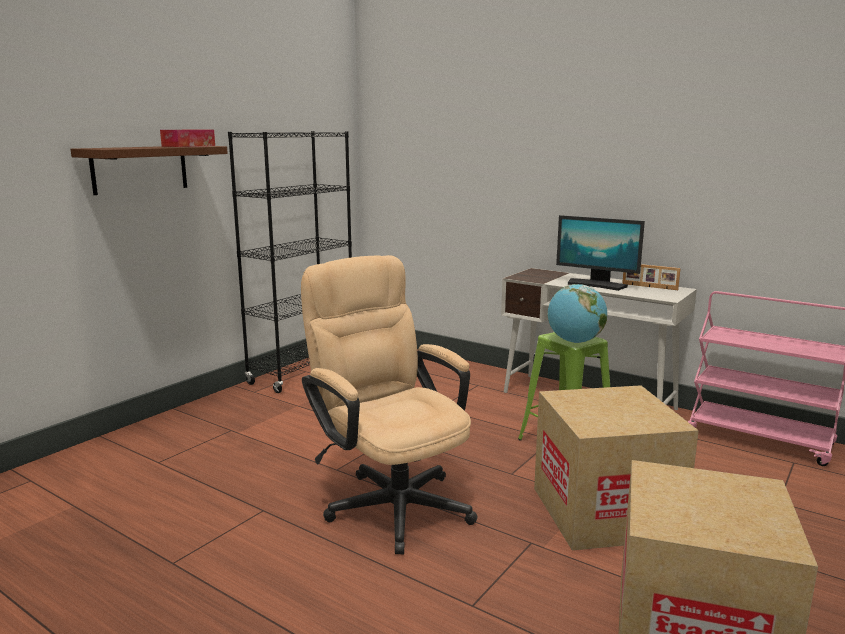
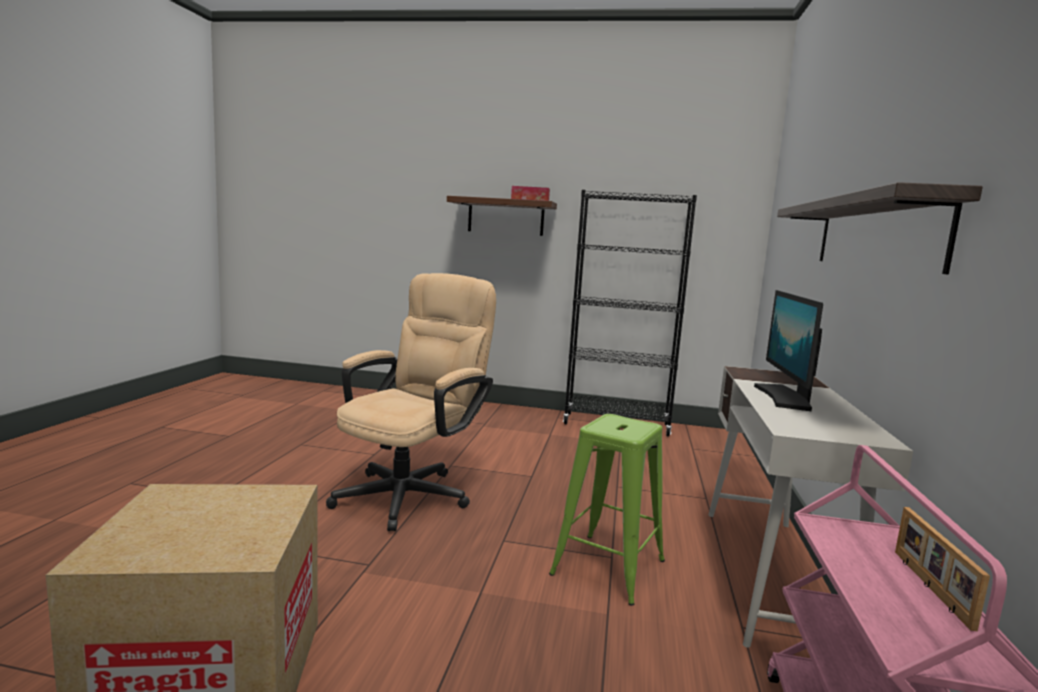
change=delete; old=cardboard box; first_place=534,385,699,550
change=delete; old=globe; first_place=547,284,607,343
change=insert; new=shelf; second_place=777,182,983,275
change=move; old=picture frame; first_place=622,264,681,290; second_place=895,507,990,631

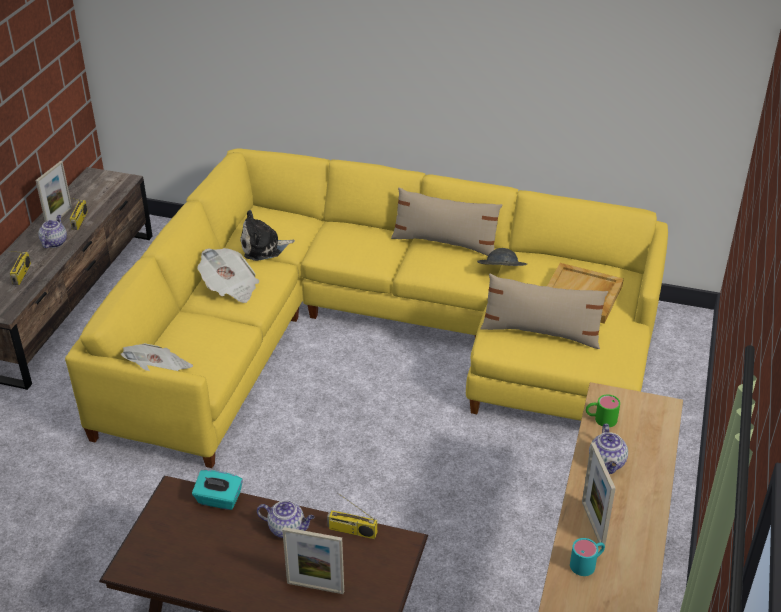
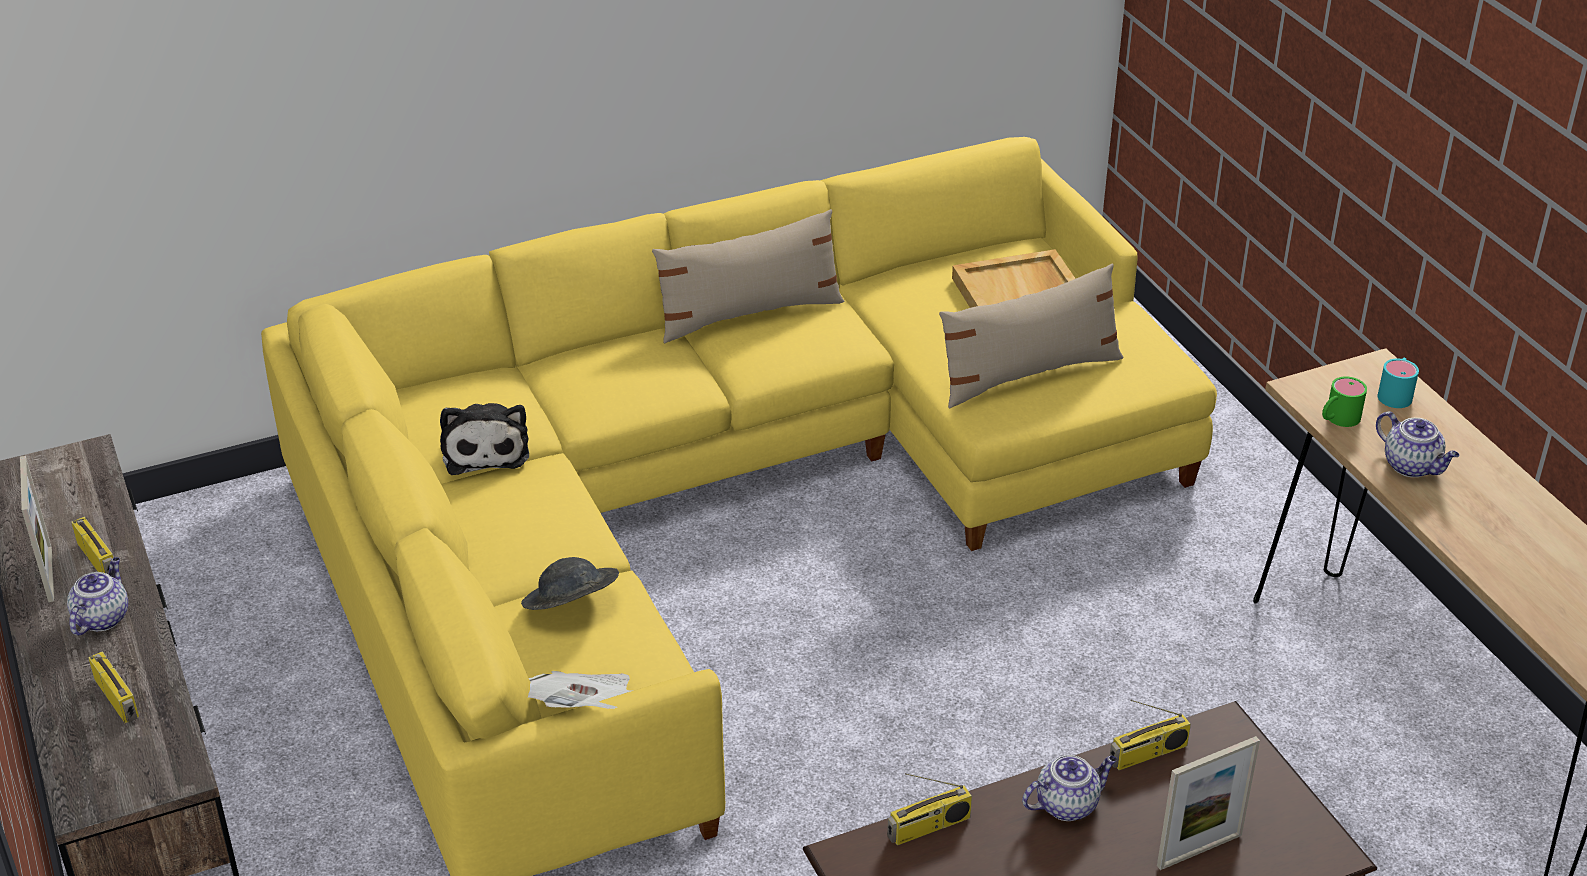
change=delete; old=newspaper; first_place=197,248,259,303
change=delete; old=picture frame; first_place=582,442,616,548
change=move; old=hat (grey); first_place=477,248,527,266; second_place=521,557,619,610
change=move; old=mug (turquoise); first_place=570,538,605,576; second_place=1378,358,1419,408
change=replace; old=tissue box (turquoise); new=radio; first_place=192,470,243,510; second_place=887,773,972,846
change=rotate; old=teapot; first_place=38,215,67,248; second_place=67,557,128,635; degrees=45
change=rotate; old=plush toy; first_place=240,210,295,261; second_place=440,403,529,475; degrees=-45

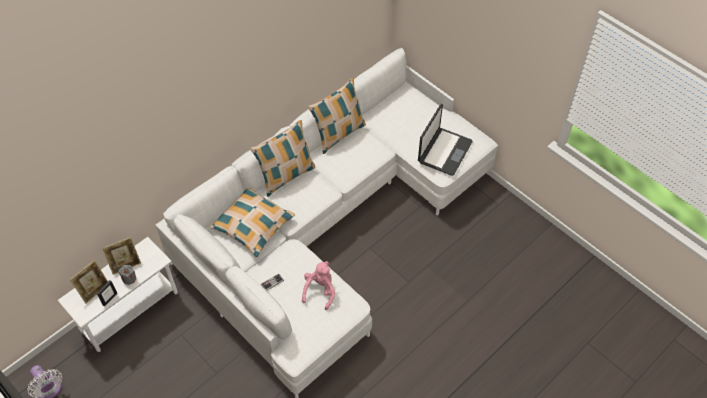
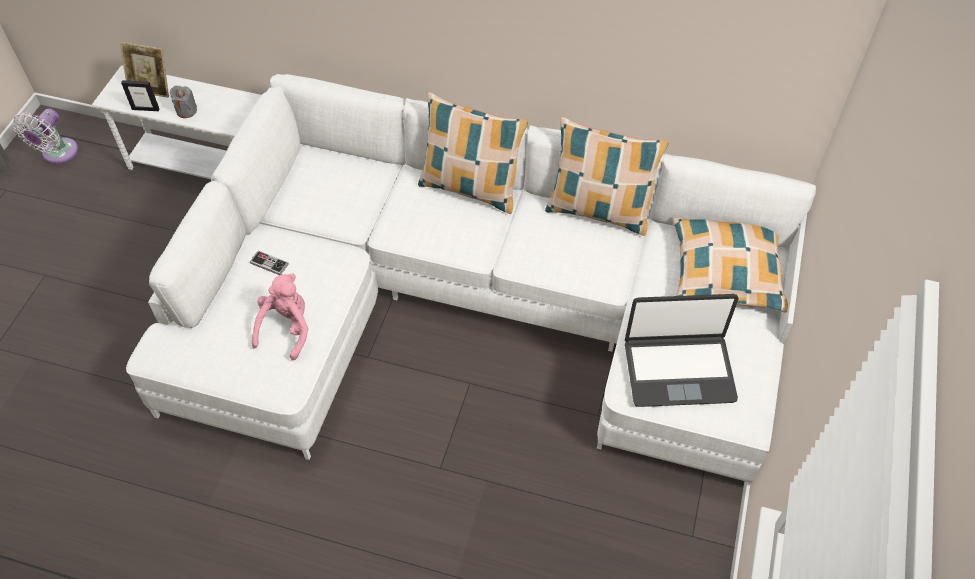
change=delete; old=picture frame; first_place=102,237,141,275
change=move; old=pillow; first_place=209,188,295,257; second_place=673,217,788,313
change=rotate; old=plush toy (pink); first_place=302,261,335,310; second_place=252,274,308,360; degrees=-60

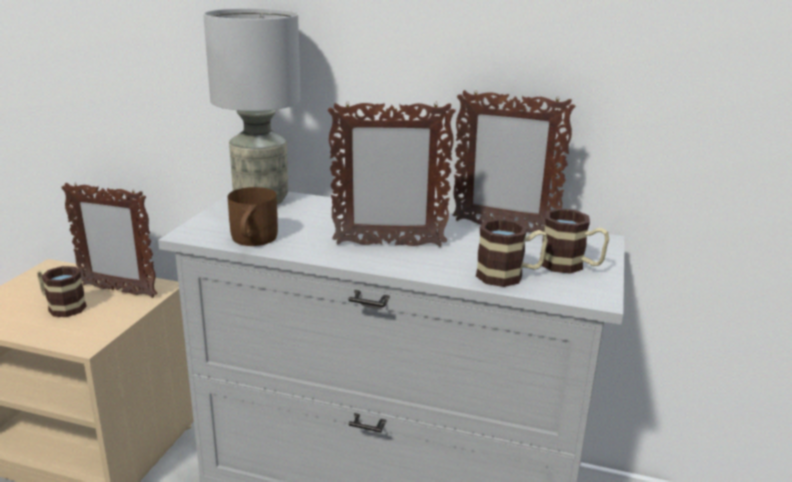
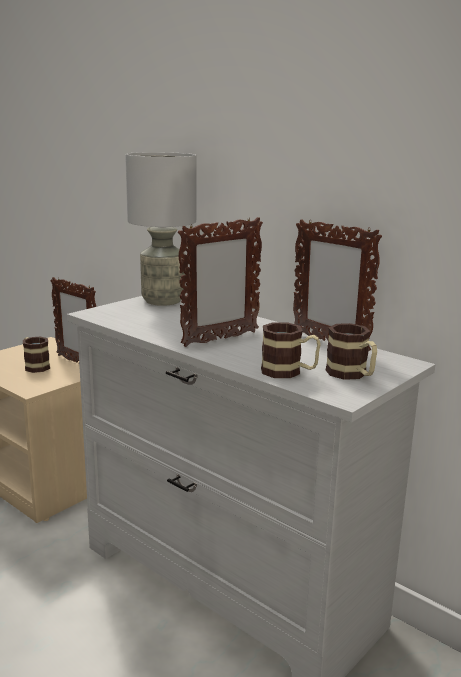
change=delete; old=mug (brown); first_place=228,187,278,246
change=rotate; old=picture frame; first_place=328,101,456,247; second_place=178,217,263,347; degrees=-60

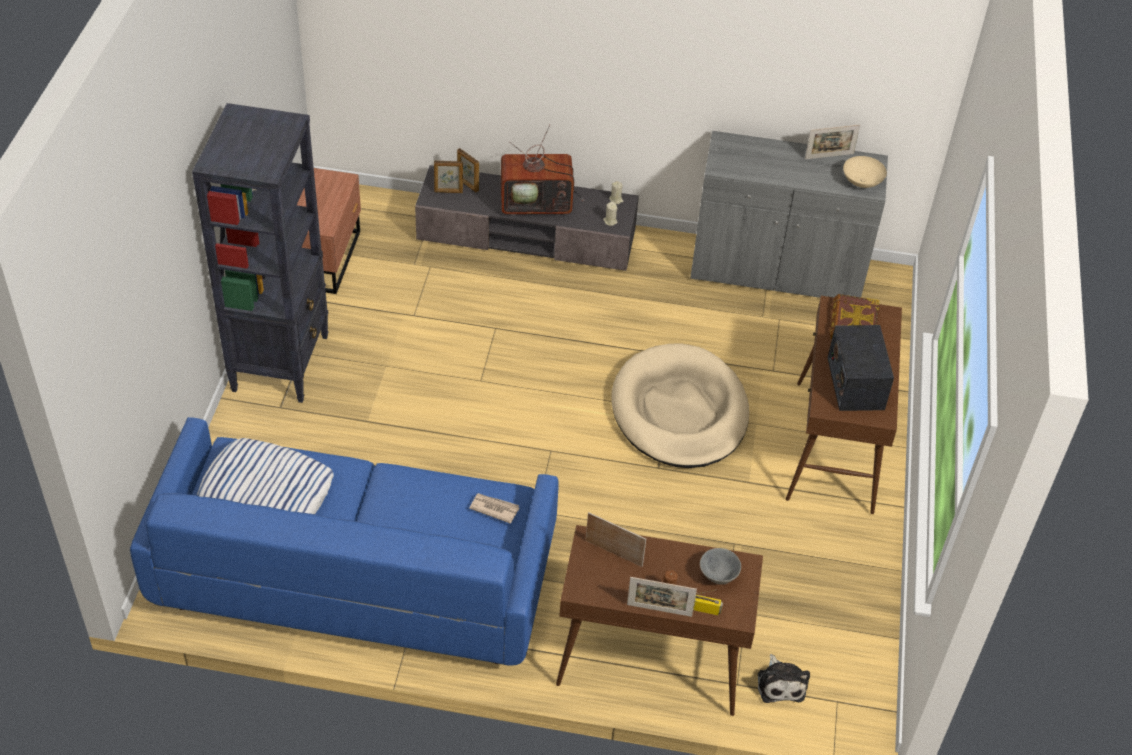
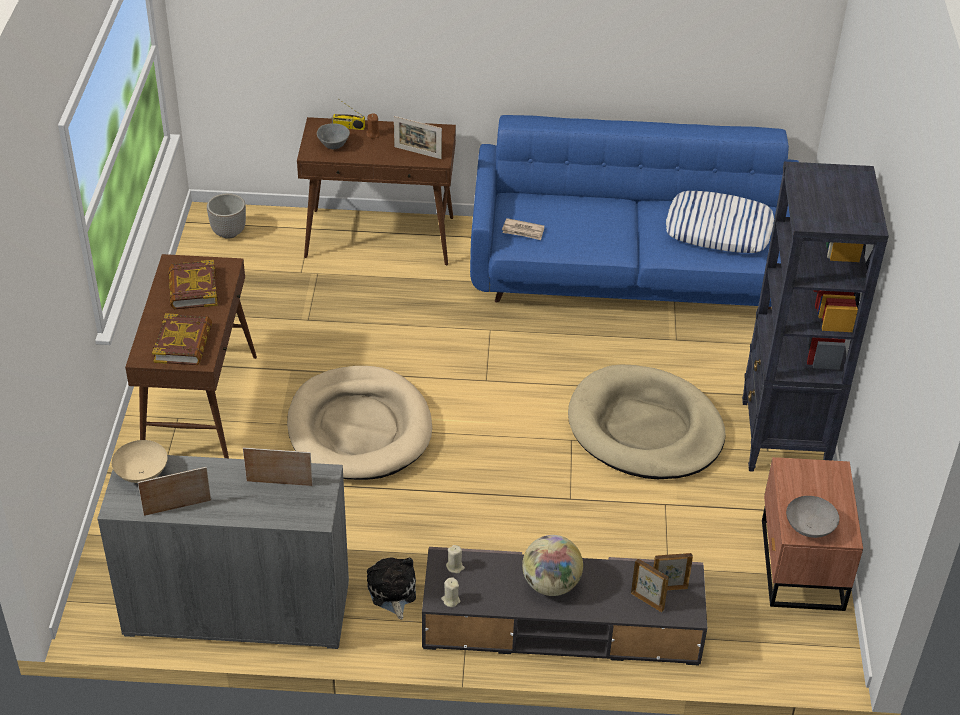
change=insert; new=planter; second_place=207,193,246,239
change=insert; new=dog bed (beige); second_place=568,365,726,479
change=insert; new=bowl (grey); second_place=786,496,839,538
change=move; old=picture frame; first_place=627,577,697,617; second_place=243,447,313,486
change=move; old=plush toy; first_place=758,654,810,703; second_place=367,557,416,619
change=replace; old=television; new=globe; first_place=501,124,584,215; second_place=522,535,583,596
change=replace; old=radio; new=book; first_place=827,325,894,411; second_place=168,260,218,309

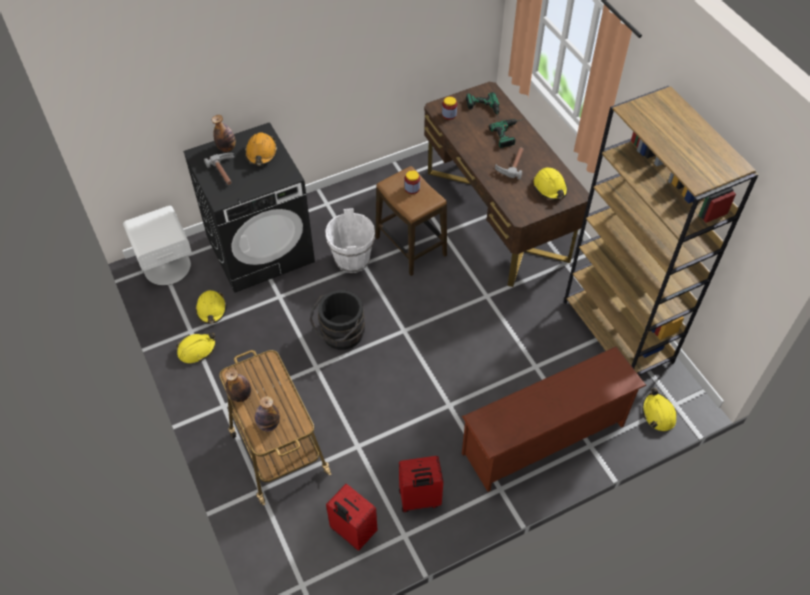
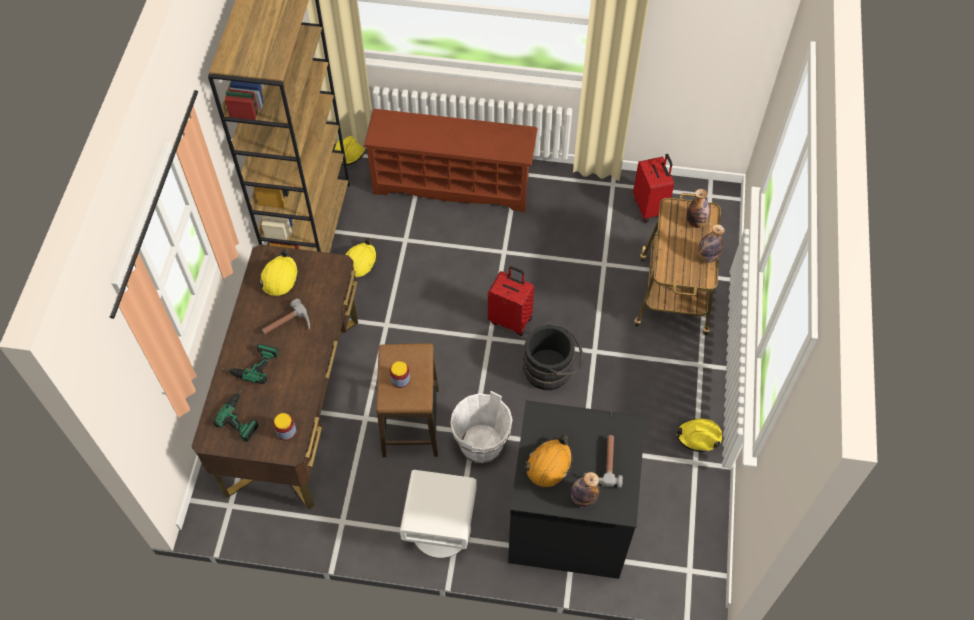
change=move; old=nightstand (white); first_place=123,206,192,285; second_place=400,470,477,558
change=move; old=hard hat (yellow); first_place=195,290,227,324; second_place=345,238,377,278
change=move; old=suitcase (red); first_place=399,456,443,512; second_place=488,266,534,336

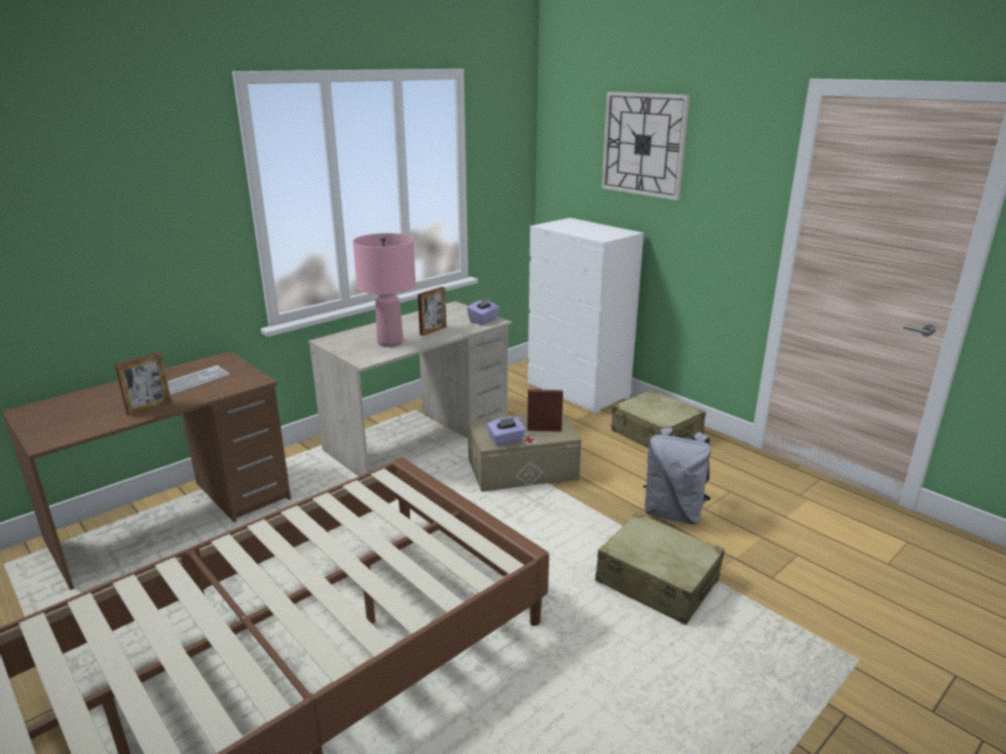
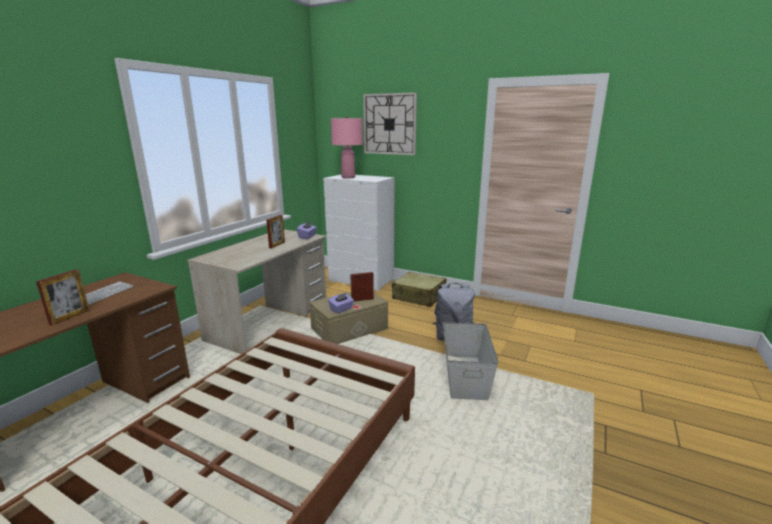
change=move; old=table lamp (pink); first_place=353,233,416,347; second_place=331,116,363,178
change=replace; old=suitcase (beige); new=storage box (grey); first_place=595,512,725,625; second_place=443,322,499,400

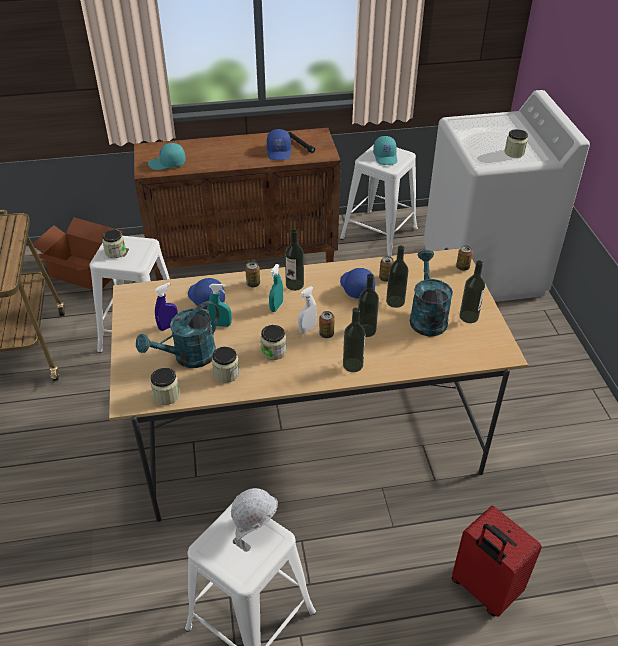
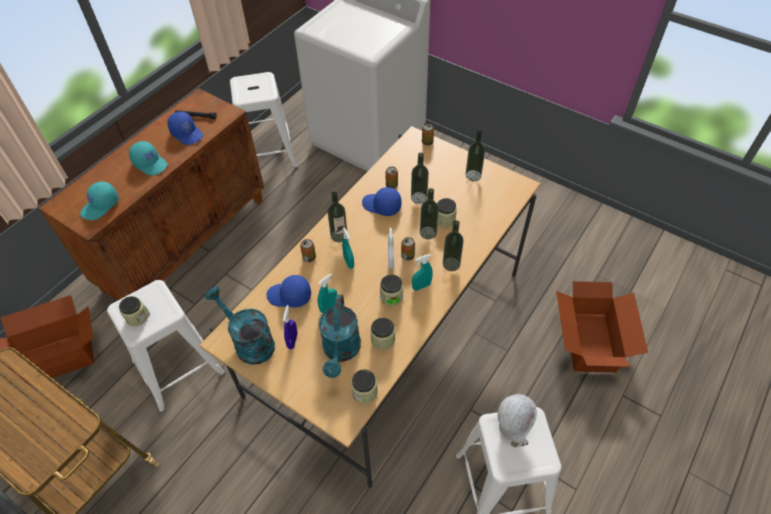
change=insert; new=spray bottle (turquoise); second_place=412,254,433,291
change=move; old=cap (turquoise); first_place=373,136,397,165; second_place=129,141,168,176
change=move; old=watering can (turquoise); first_place=410,250,453,337; second_place=205,286,275,365
change=move; old=jar; first_place=504,129,528,158; second_place=437,198,457,228
change=replace; old=suitcase (red); new=cardboard box; first_place=452,506,542,617; second_place=556,281,648,373

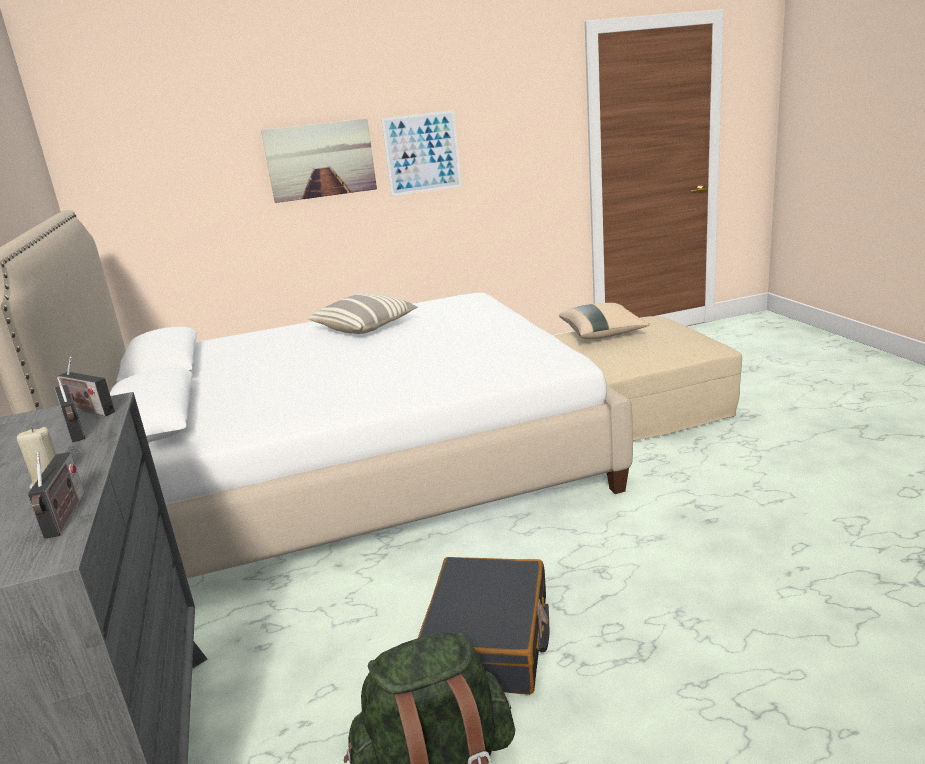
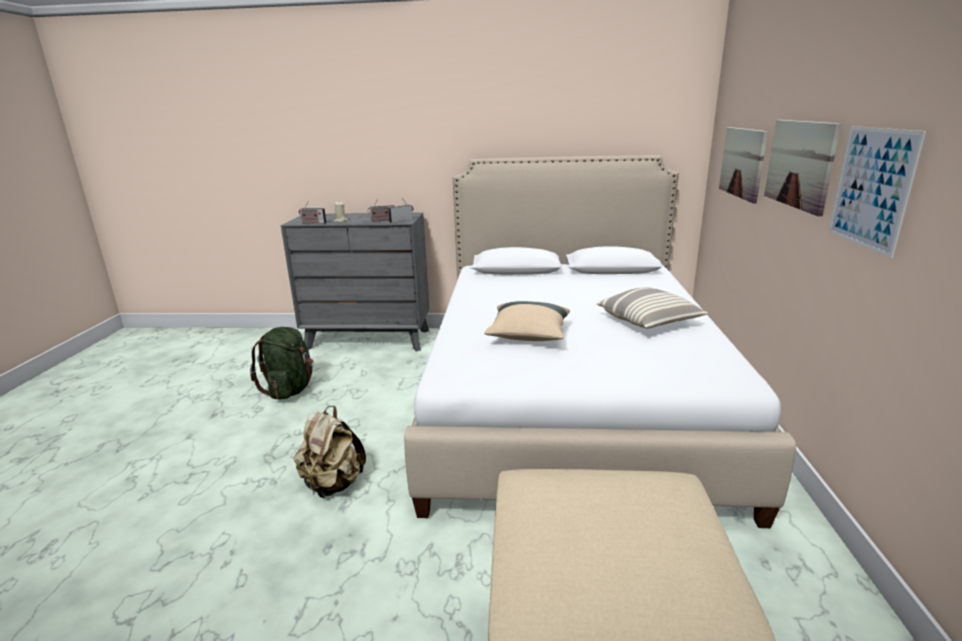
change=delete; old=suitcase (black); first_place=418,557,550,695
change=insert; new=backpack (beige); second_place=294,406,366,498
change=insert; new=picture; second_place=719,127,768,203
change=move; old=pillow (beige); first_place=559,303,650,339; second_place=484,301,570,341

